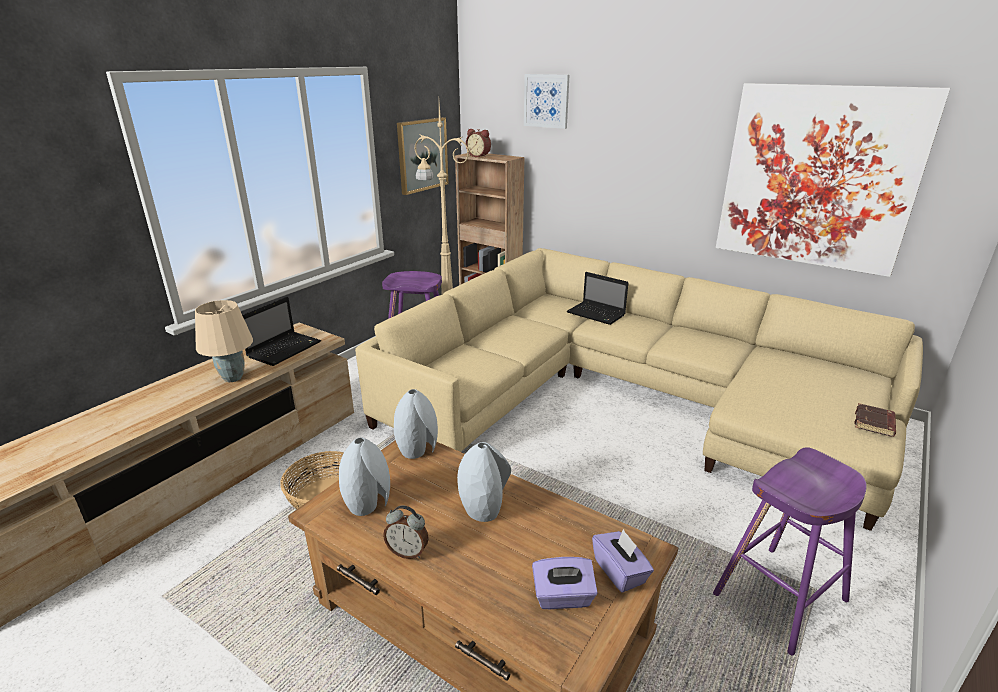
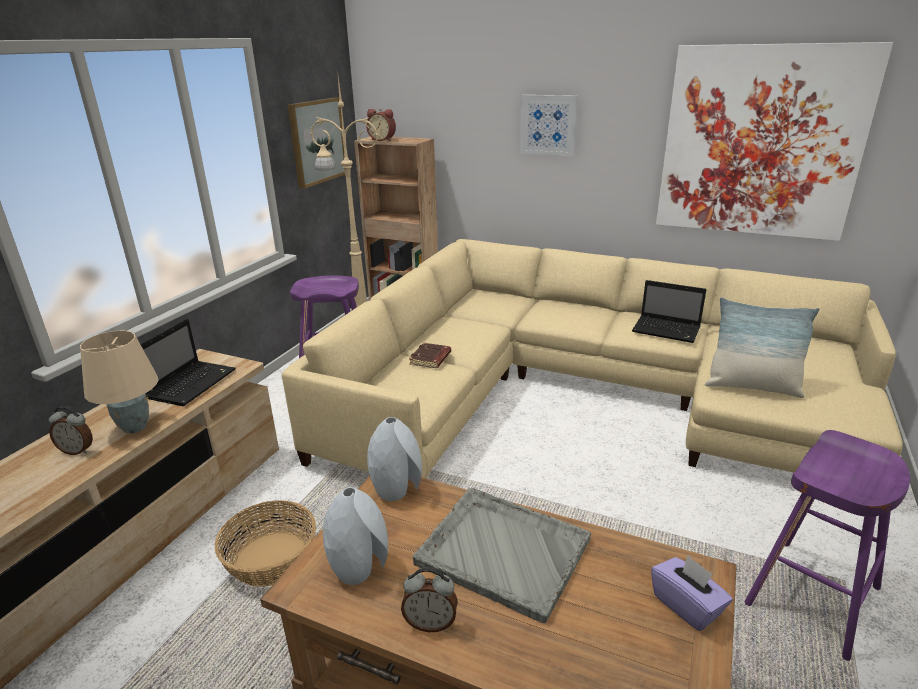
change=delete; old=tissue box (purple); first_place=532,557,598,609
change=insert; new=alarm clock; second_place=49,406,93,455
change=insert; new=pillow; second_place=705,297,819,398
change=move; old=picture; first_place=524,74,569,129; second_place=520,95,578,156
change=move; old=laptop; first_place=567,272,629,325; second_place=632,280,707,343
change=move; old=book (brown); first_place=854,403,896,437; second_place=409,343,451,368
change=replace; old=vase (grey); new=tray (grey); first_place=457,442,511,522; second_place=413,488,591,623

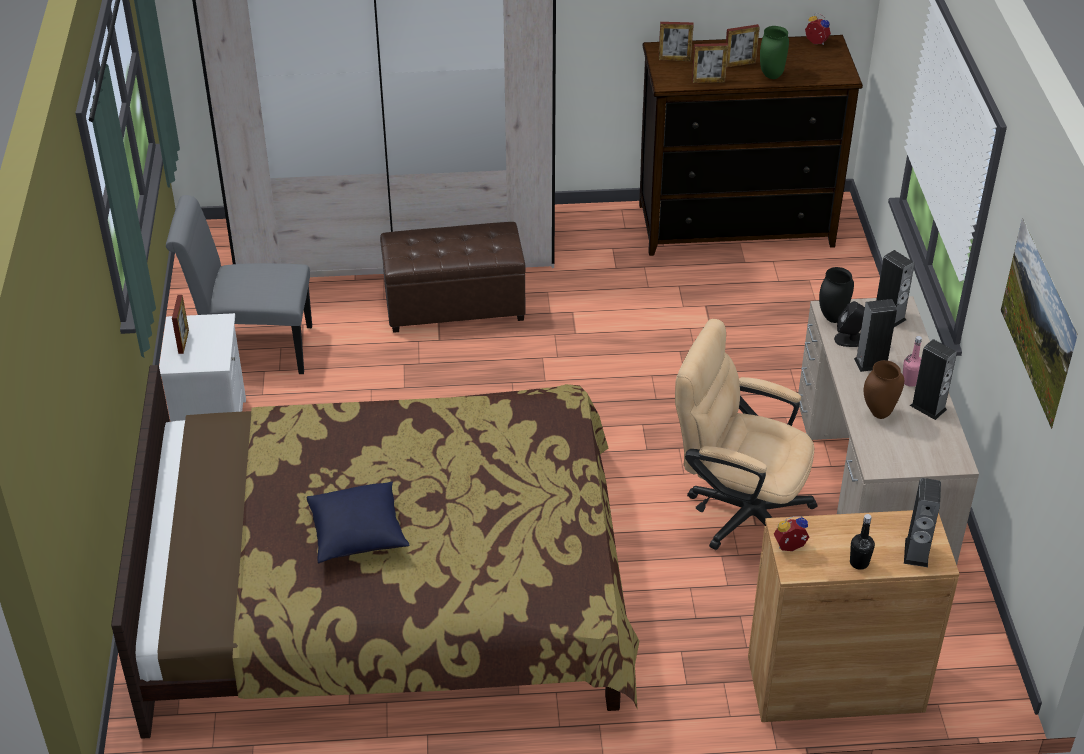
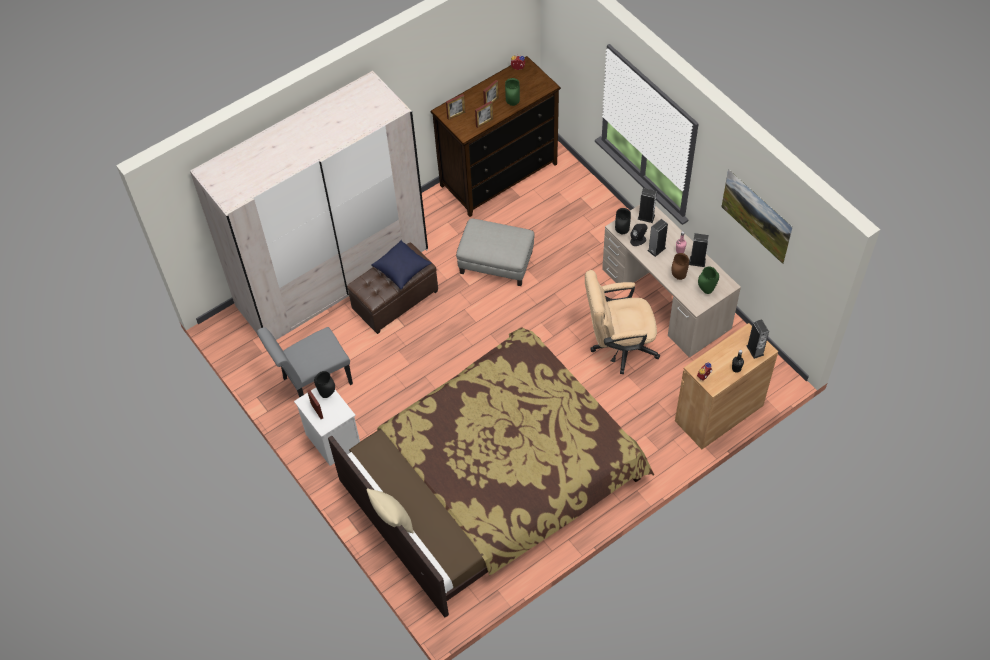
change=insert; new=vase (black); second_place=314,371,335,398
change=insert; new=pillow (beige); second_place=367,488,414,533
change=insert; new=ottoman (grey); second_place=456,218,535,286
change=insert; new=vase (green); second_place=698,267,719,294
change=move; old=pillow (blue); first_place=307,482,409,563; second_place=371,240,431,290

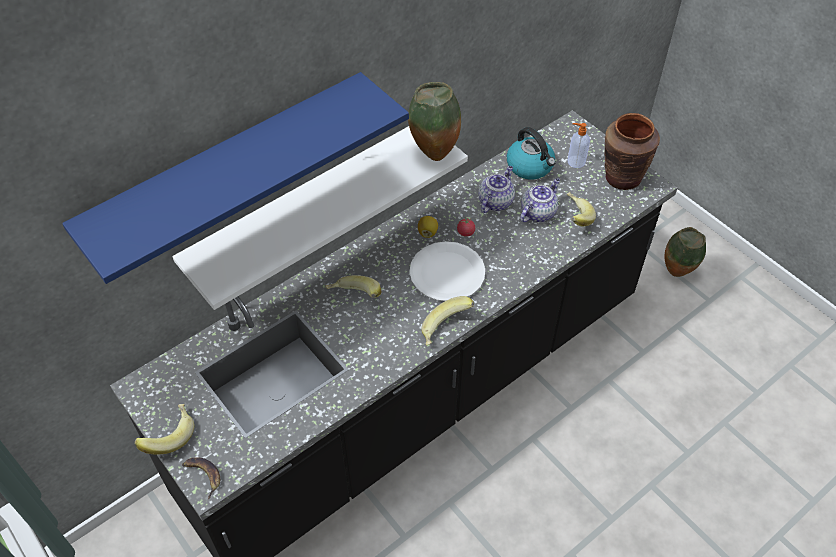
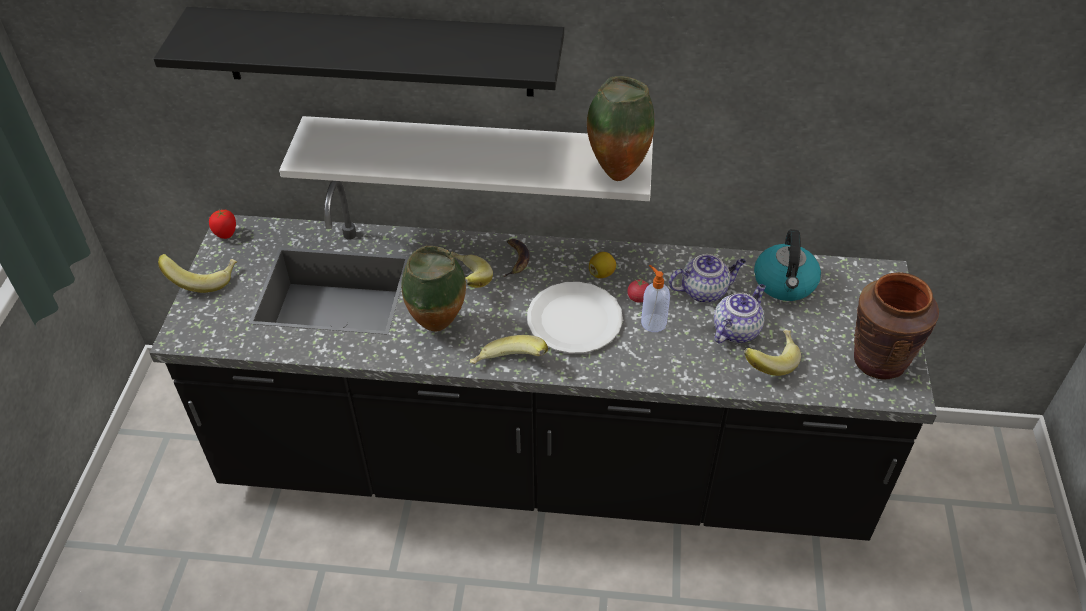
change=insert; new=tomato; second_place=209,210,236,239
change=move; old=banana; first_place=182,457,220,499; second_place=503,239,529,277
change=move; old=soap dispenser; first_place=567,123,590,168; second_place=641,265,670,332
change=move; old=vase; first_place=665,227,706,277; second_place=401,246,466,331
change=recolor; old=shelf (blue); new=shelf (black); first_place=62,72,409,284; second_place=154,7,564,97
change=rotate; old=teapot; first_place=520,178,560,222; second_place=714,284,766,344; degrees=-45

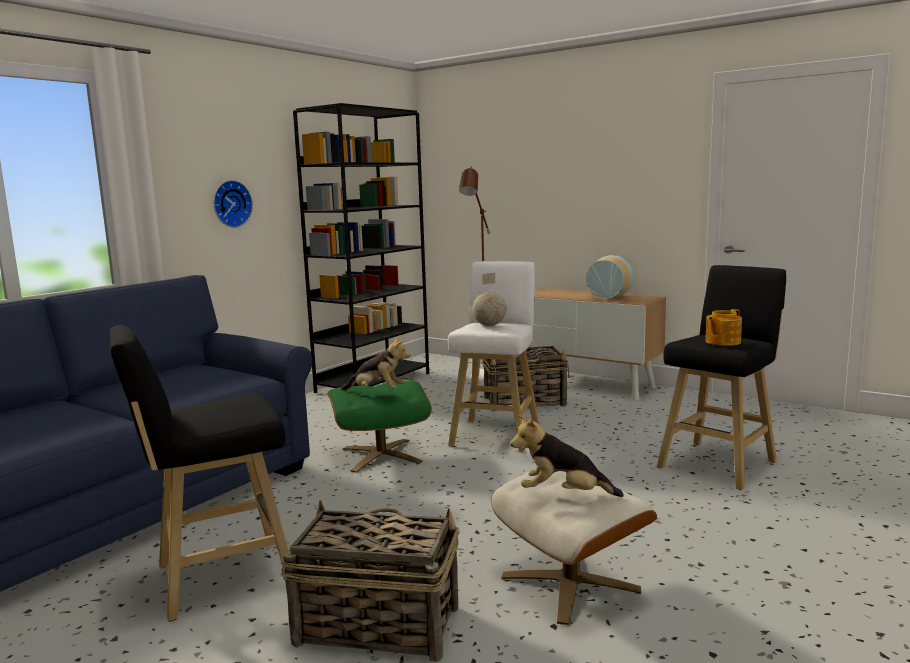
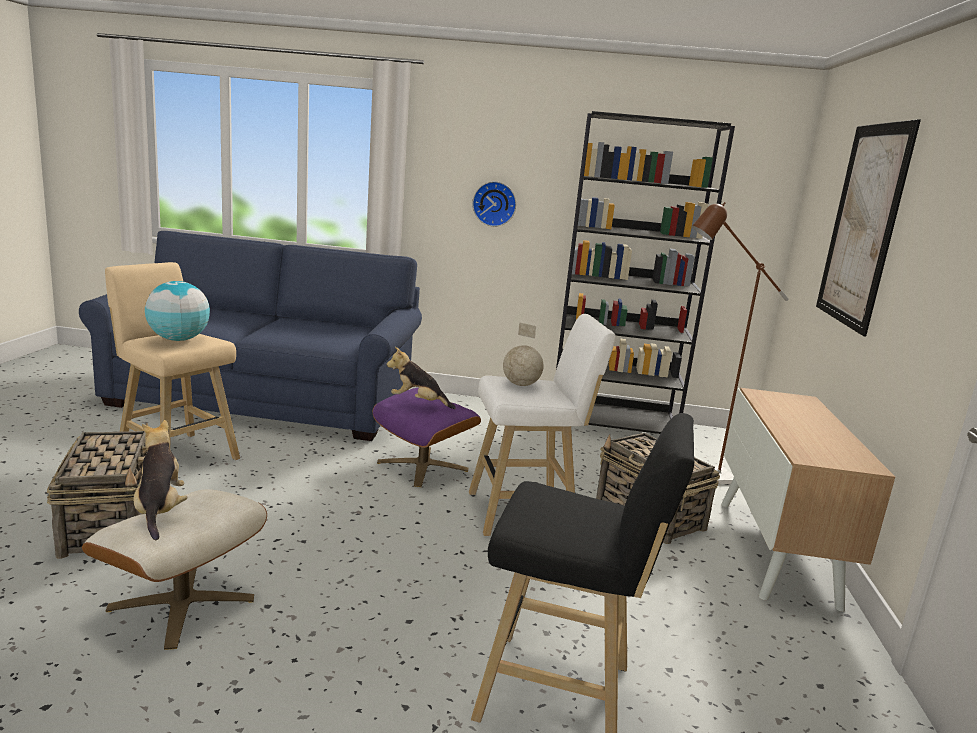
change=delete; old=vase; first_place=586,255,634,299
change=delete; old=teapot; first_place=705,309,742,346
change=insert; new=globe; second_place=145,281,210,341
change=insert; new=picture; second_place=816,119,921,337
change=recolor; old=stool (black); new=stool (beige); first_place=110,325,288,622; second_place=105,262,240,460
change=recolor; old=ottoman (green); new=ottoman (purple); first_place=328,380,432,473; second_place=372,388,481,487
change=rotate; old=plush toy; first_place=341,337,410,391; second_place=387,347,456,409; degrees=120

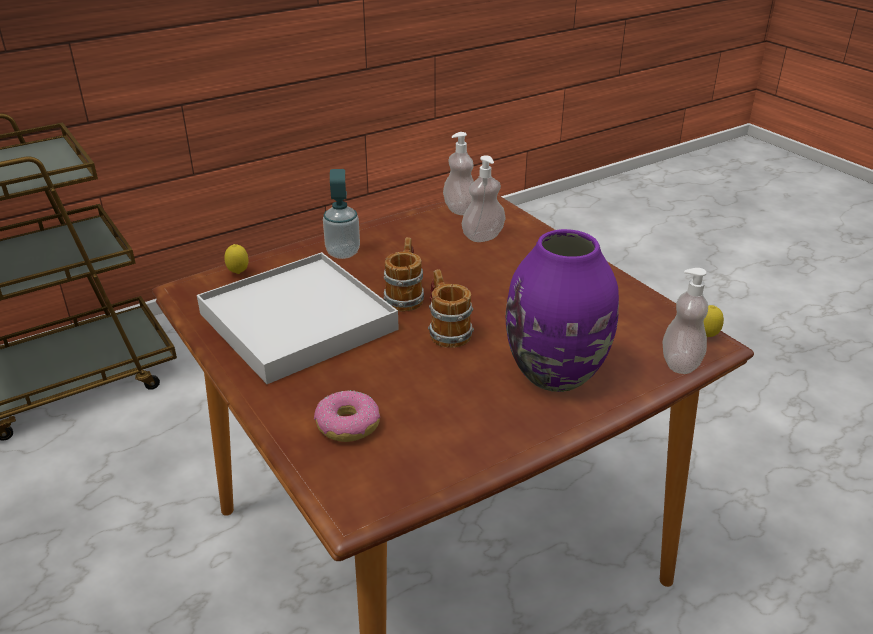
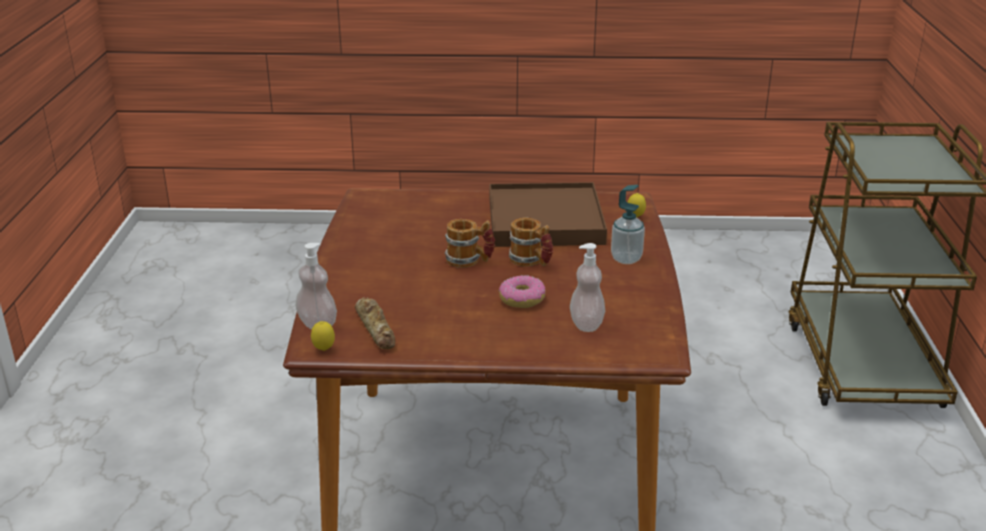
change=delete; old=soap dispenser; first_place=443,132,474,215
change=delete; old=vase (purple); first_place=506,229,619,392
change=insert; new=bread; second_place=355,297,395,349
change=move; old=donut; first_place=314,390,380,442; second_place=499,275,546,308
change=recolor; old=tray (white); new=tray (brown); first_place=197,252,399,384; second_place=489,182,607,247

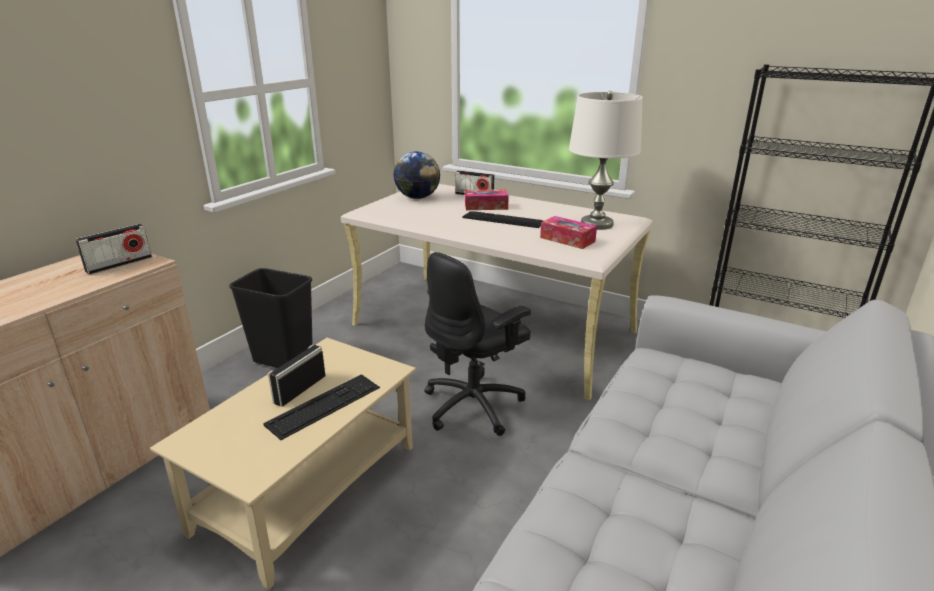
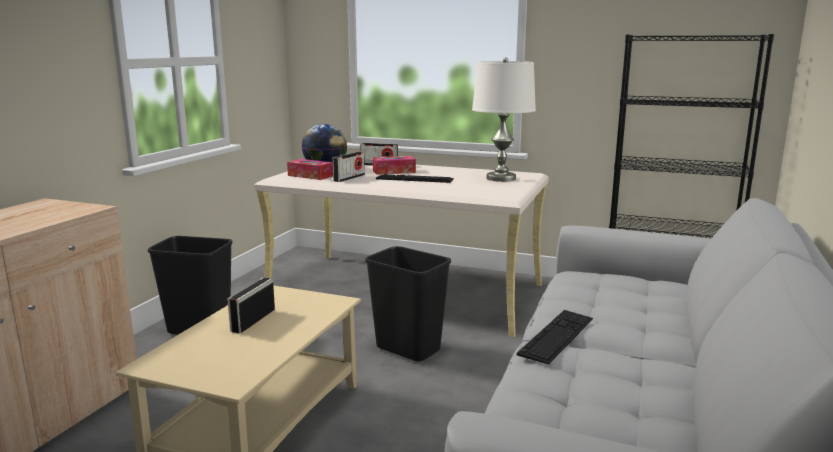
change=move; old=radio; first_place=75,224,152,274; second_place=332,152,365,182
change=move; old=keyboard; first_place=263,374,380,440; second_place=517,310,593,364
change=move; old=tissue box; first_place=540,216,597,249; second_place=287,159,333,180
change=replace; old=office chair (black); new=trash can (black); first_place=424,252,531,436; second_place=365,246,451,361

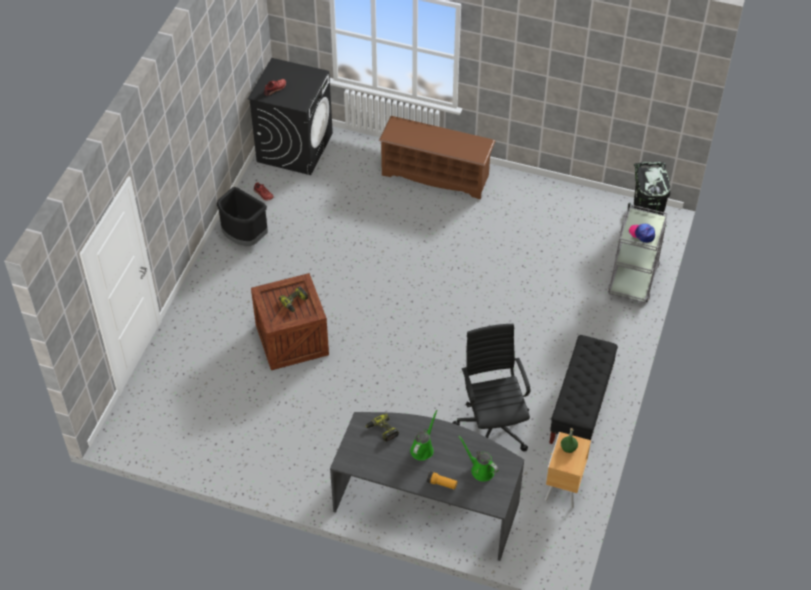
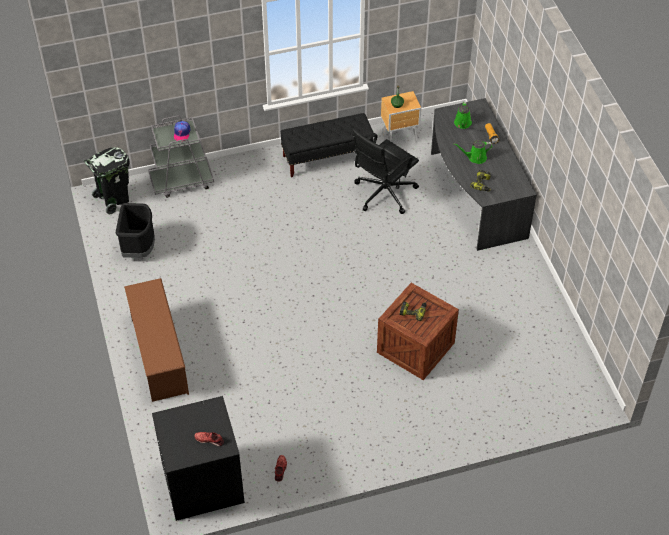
change=move; old=trash can (black); first_place=217,187,268,246; second_place=116,203,155,258

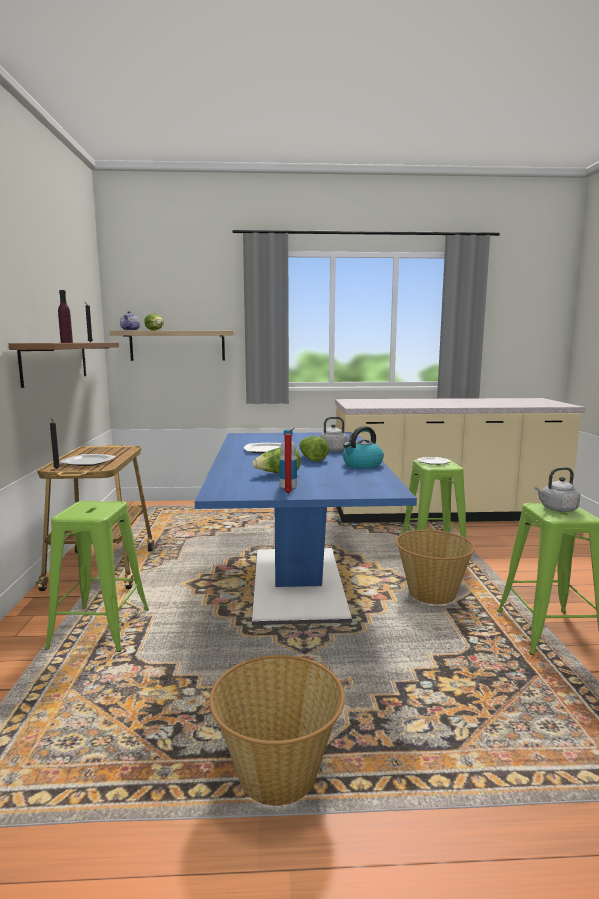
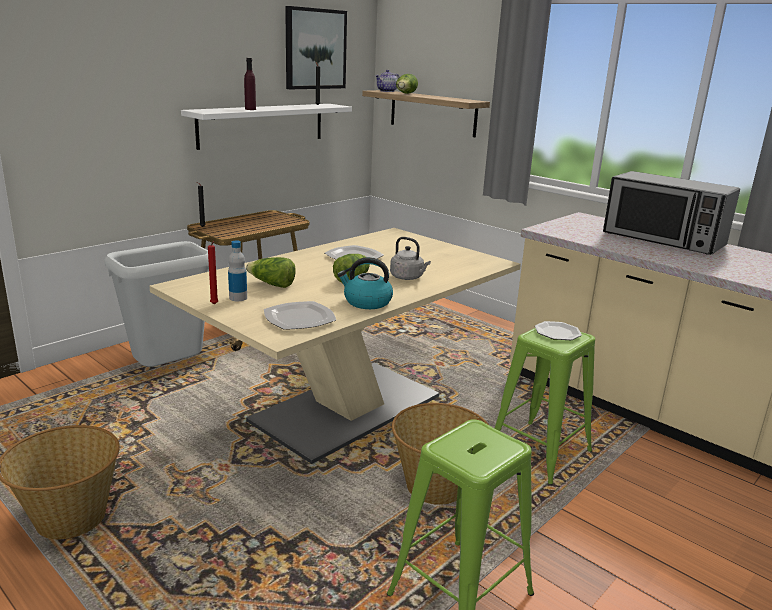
change=delete; old=kettle (grey); first_place=535,467,580,512
change=insert; new=picture; second_place=285,6,347,89
change=insert; new=microwave; second_place=603,171,740,255
change=move; old=plate; first_place=59,454,116,466; second_place=264,301,336,330
change=replace; old=stool (green); new=trash can (grey); first_place=45,501,149,652; second_place=104,241,209,367
change=recolor; old=shelf (brown); new=shelf (white); first_place=9,343,119,388; second_place=181,104,352,150
change=recolor; old=dining table (blue); new=dining table (beige); first_place=195,432,417,625; second_place=150,228,521,464

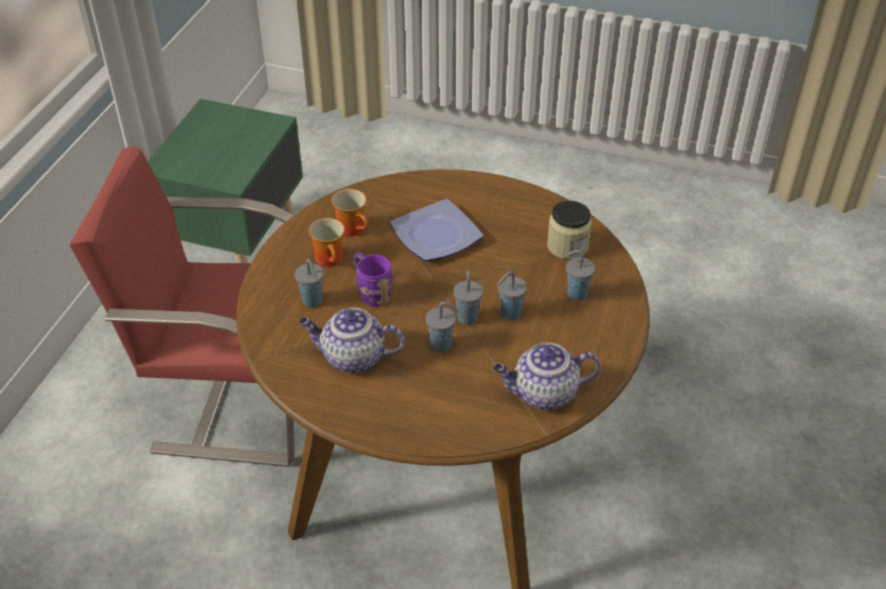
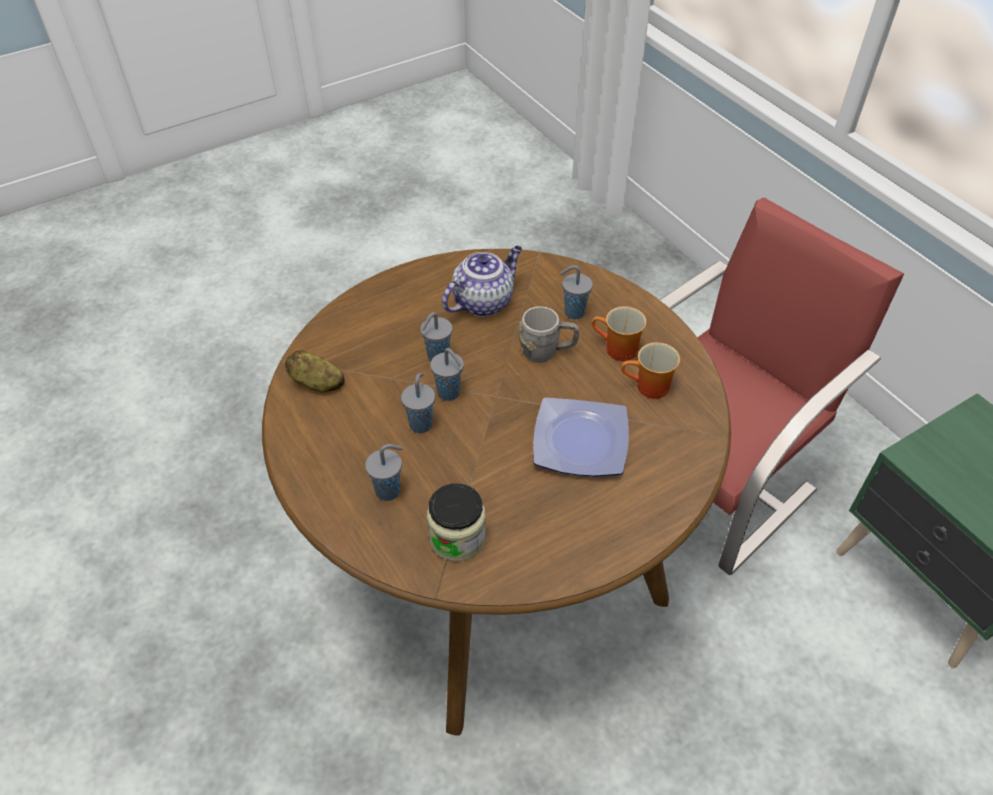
change=replace; old=teapot; new=potato; first_place=494,343,601,411; second_place=285,350,345,392
change=recolor; old=mug (purple); new=mug (grey); first_place=354,252,394,307; second_place=518,306,579,363

